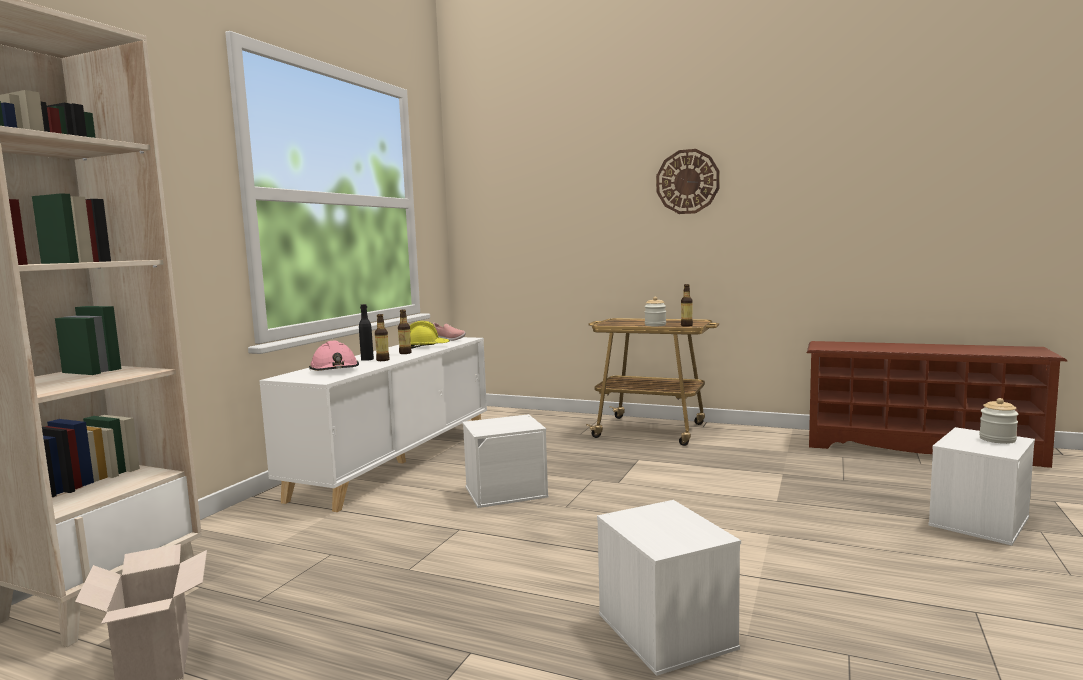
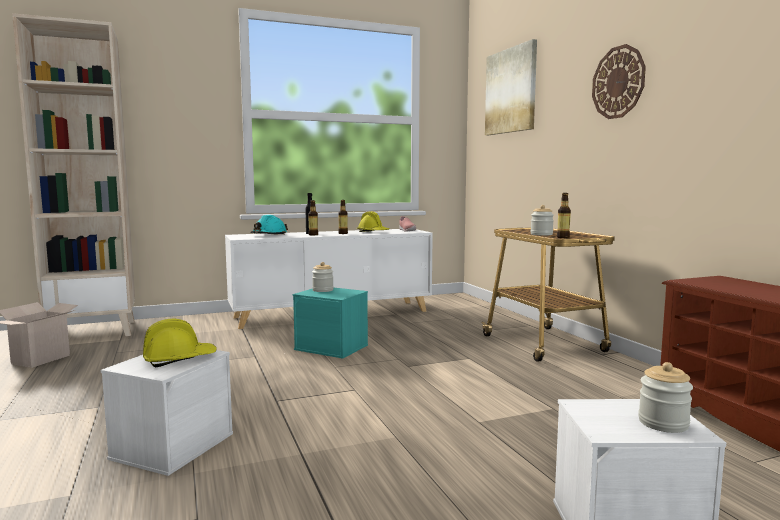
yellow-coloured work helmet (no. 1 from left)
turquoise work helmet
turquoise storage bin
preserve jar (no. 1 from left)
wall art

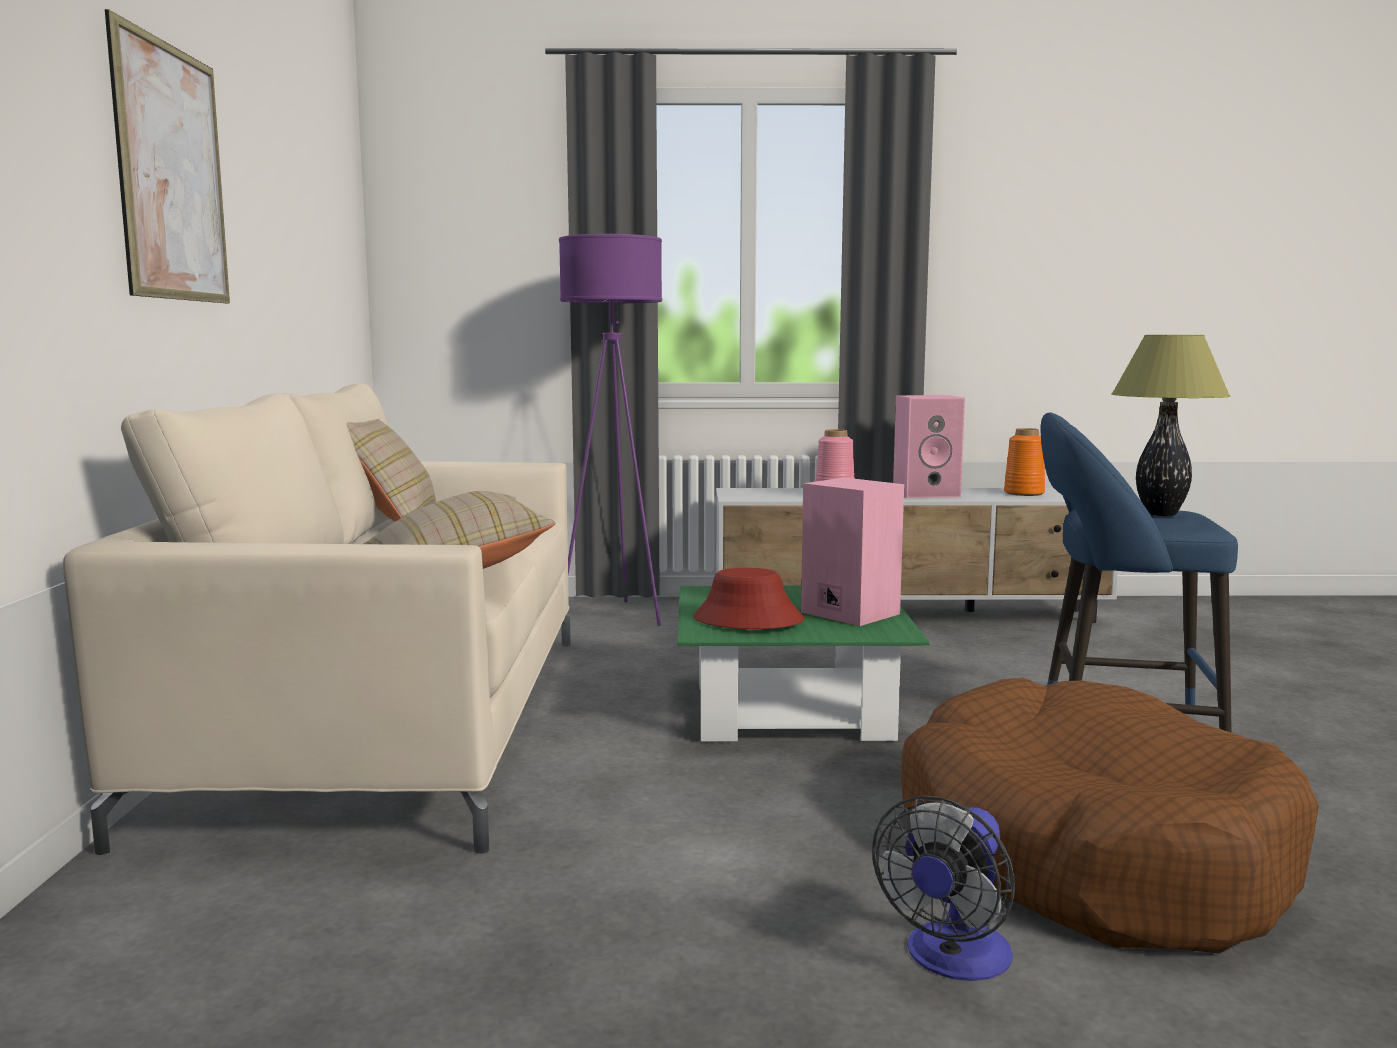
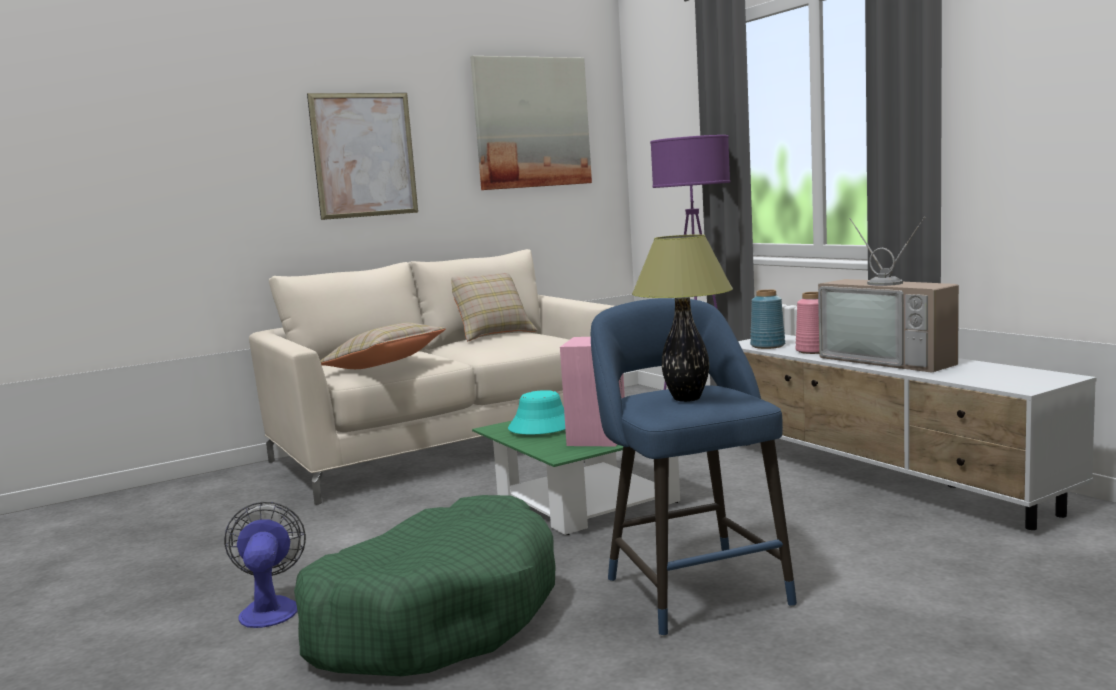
fan
greenish dog cushion
wall art (no. 2 from left)
turquoise wearable hat
bluish decorative vase
TV set
orange decorative vase

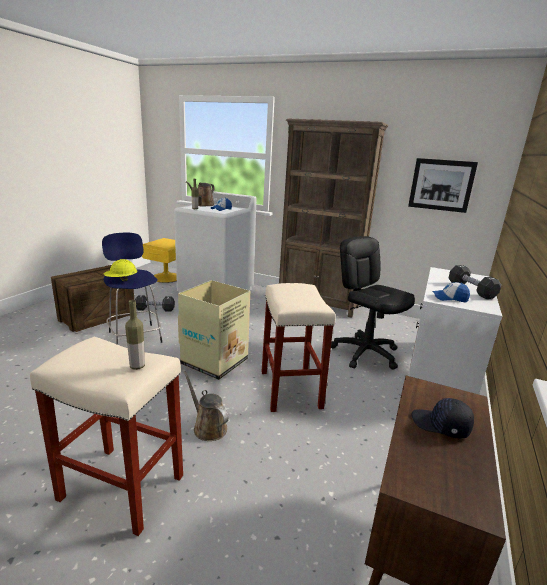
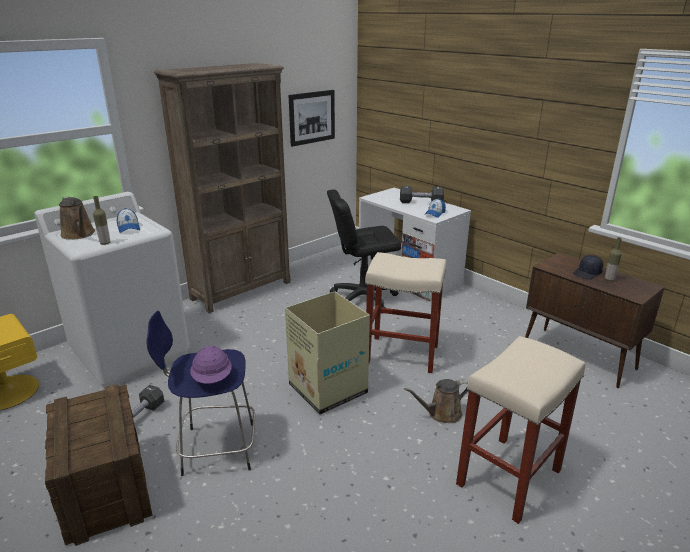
purplish work helmet
drink bottle (no. 2 from left)

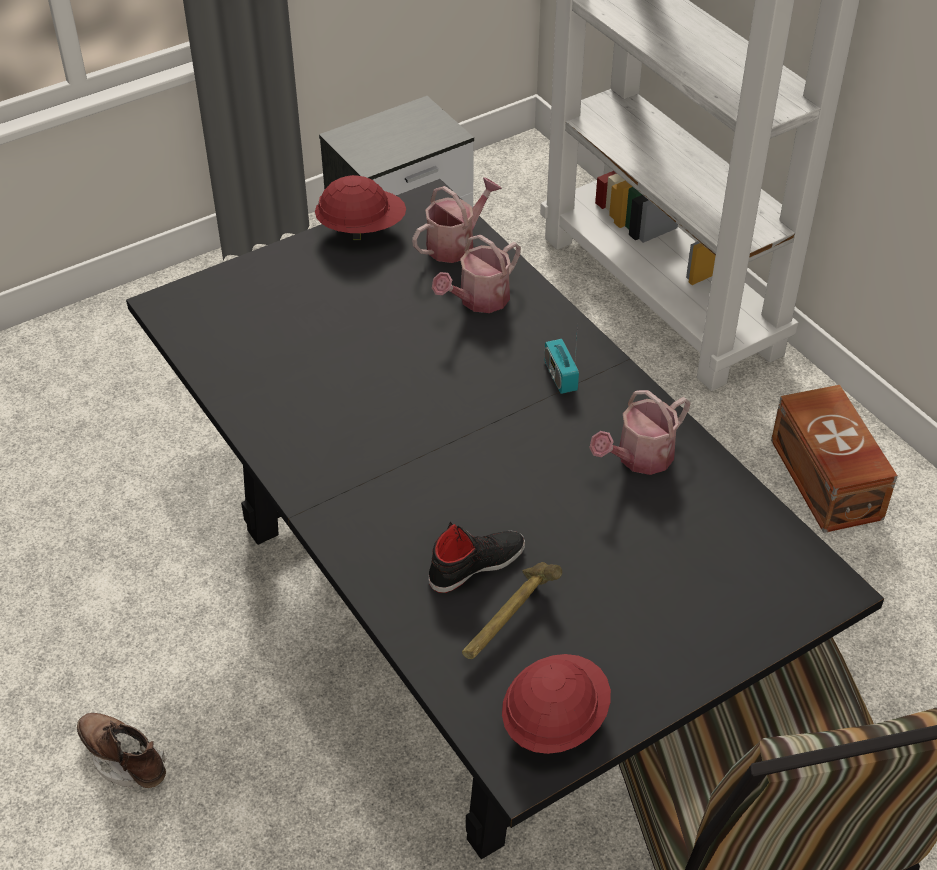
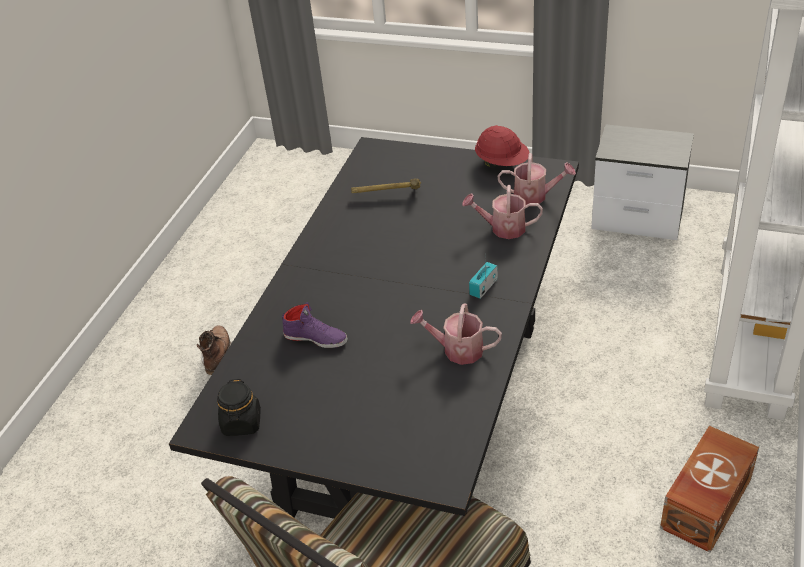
blackish preserve jar
purplish item of footwear
hammer

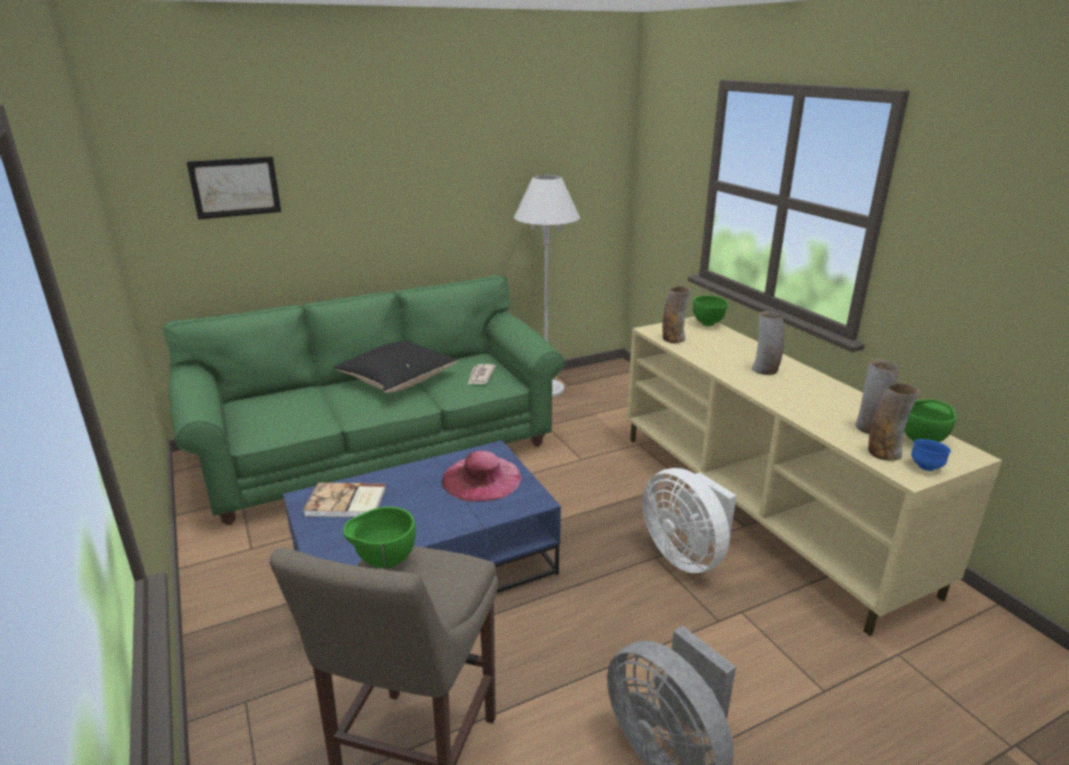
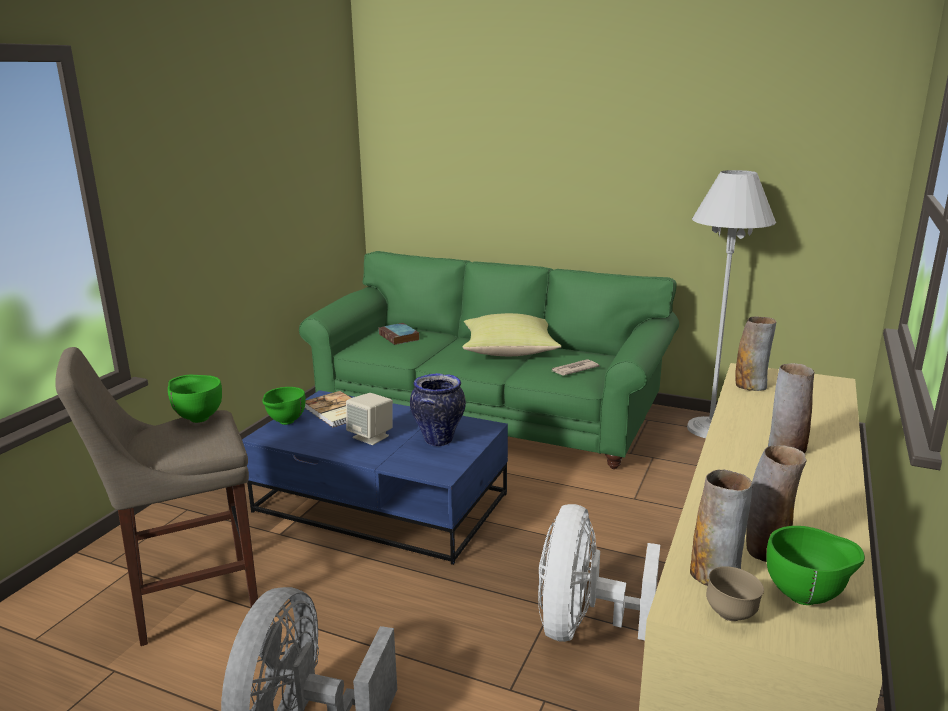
greenish deep dish (no. 2 from left)
sand-coloured loudspeaker
bound book (no. 2 from left)
decorative vase (no. 1 from left)
yellow-coloured cushion
brown deep dish
wall art

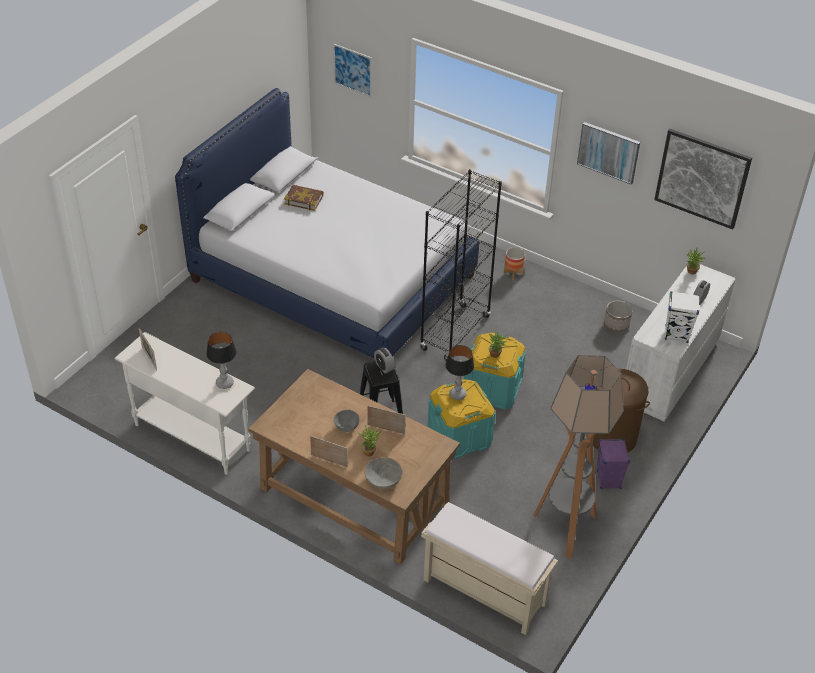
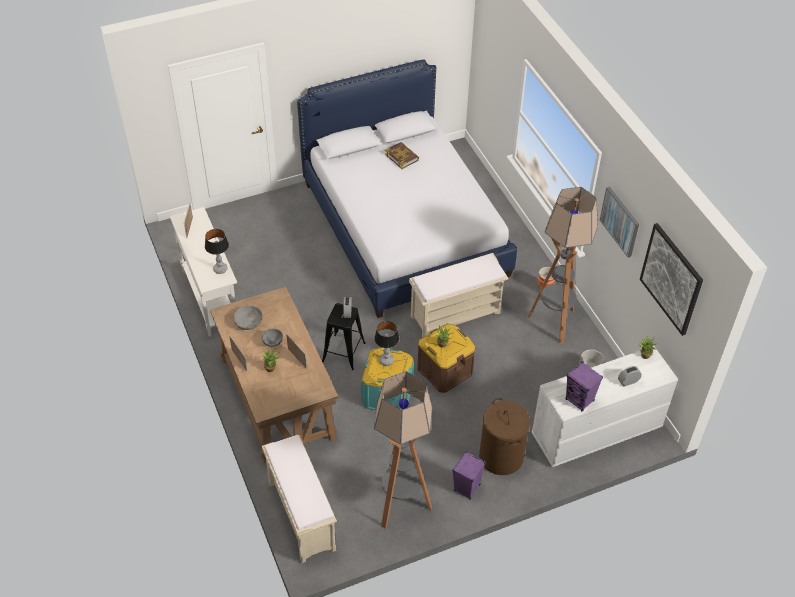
grey deep dish (no. 1 from left)
sand-coloured bench (no. 2 from left)
brown storage bin
floor lamp (no. 2 from left)
purplish loudspeaker (no. 2 from left)
wall art (no. 1 from left in the first image)

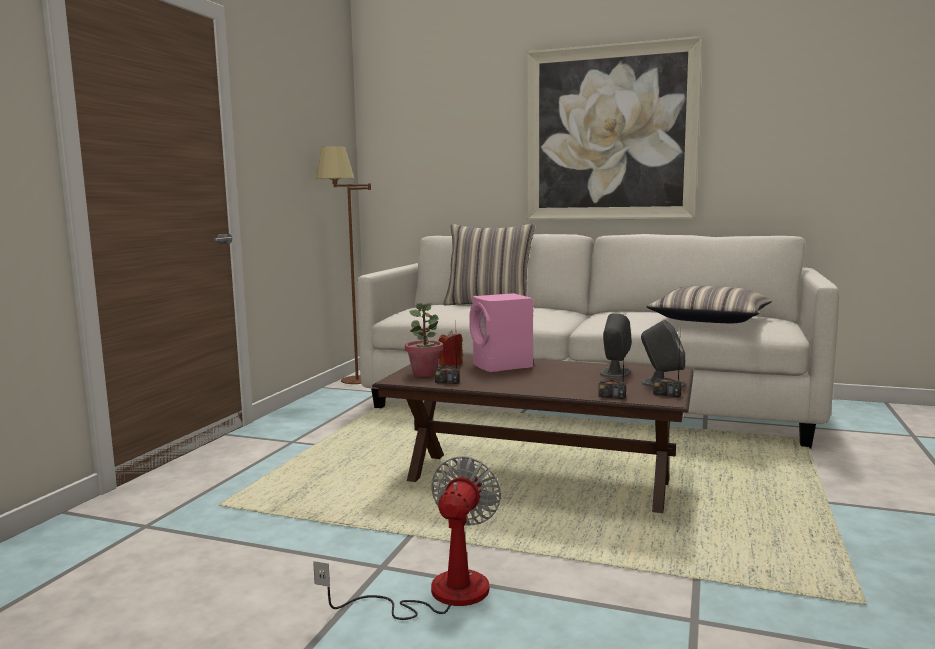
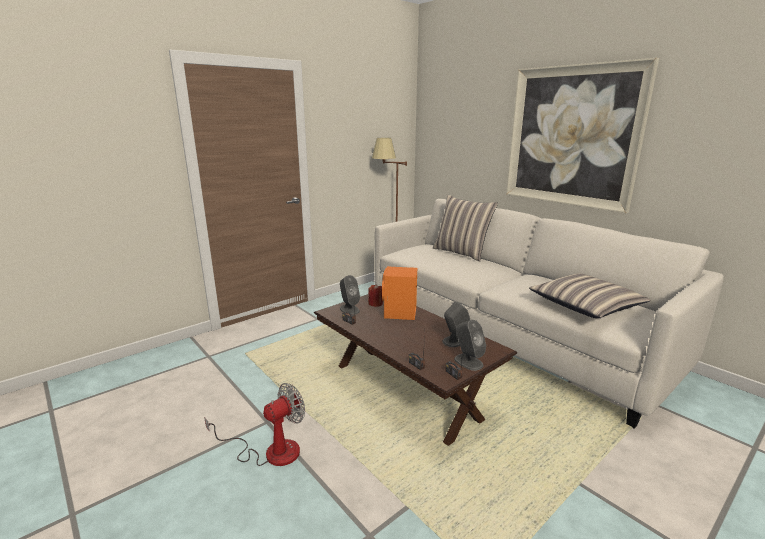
grey loudspeaker (no. 1 from left)
orange loudspeaker

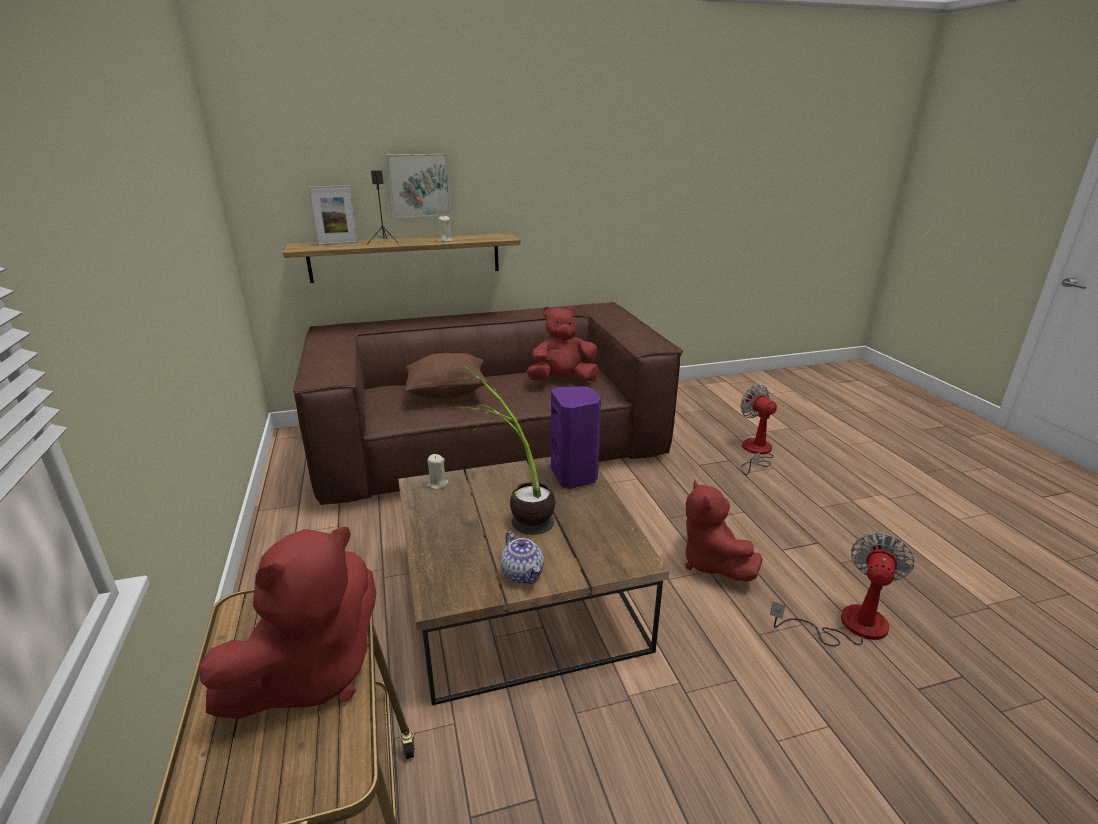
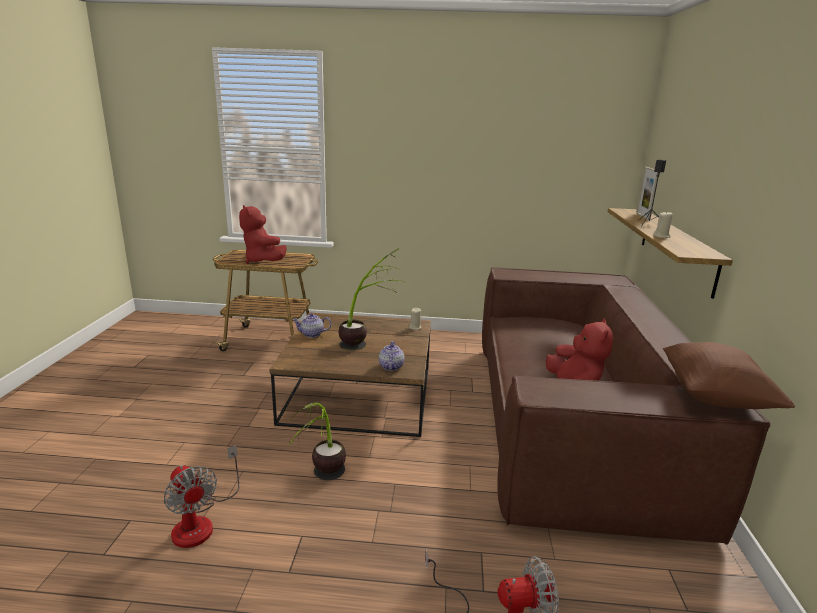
houseplant (no. 1 from left)
teapot (no. 2 from left)
brown cushion
wall art

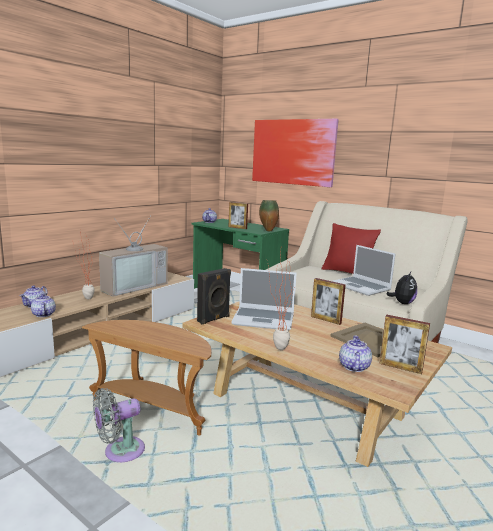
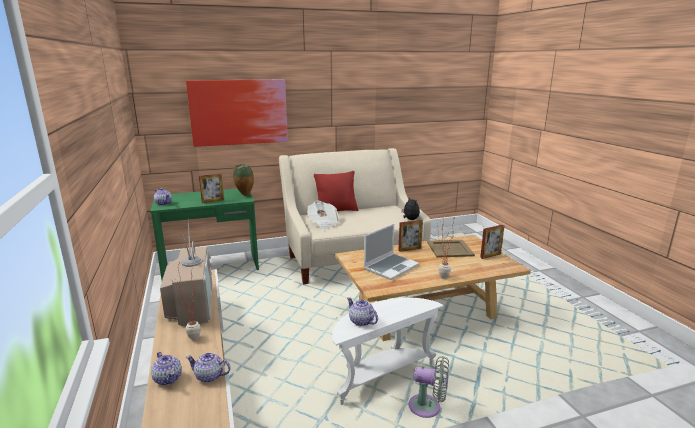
daily paper
white end table
teapot (no. 4 from left)
grey fan
blackish loudspeaker
portable computer (no. 2 from left in the first image)

